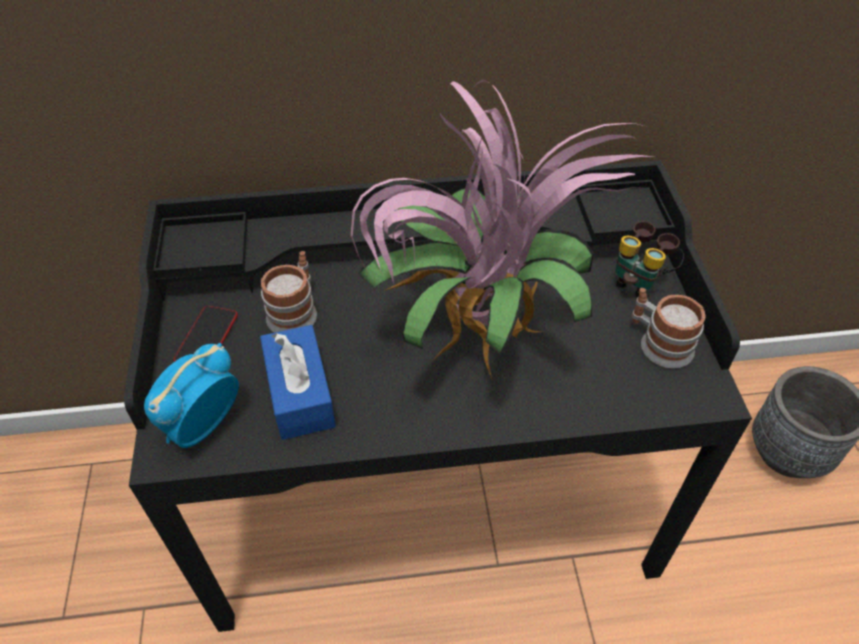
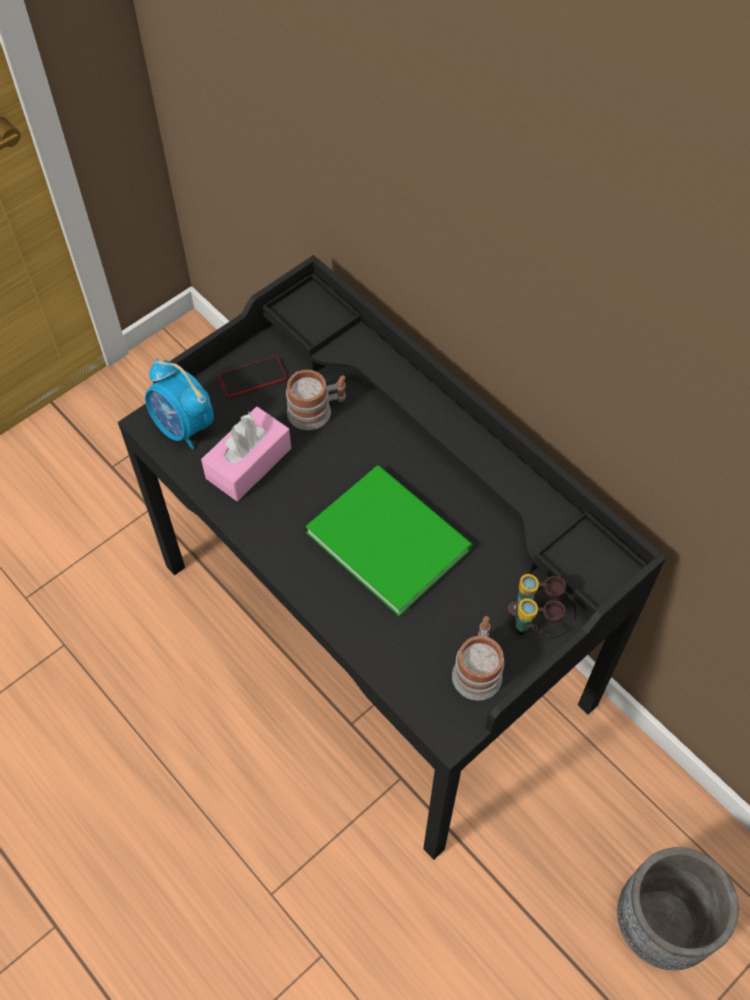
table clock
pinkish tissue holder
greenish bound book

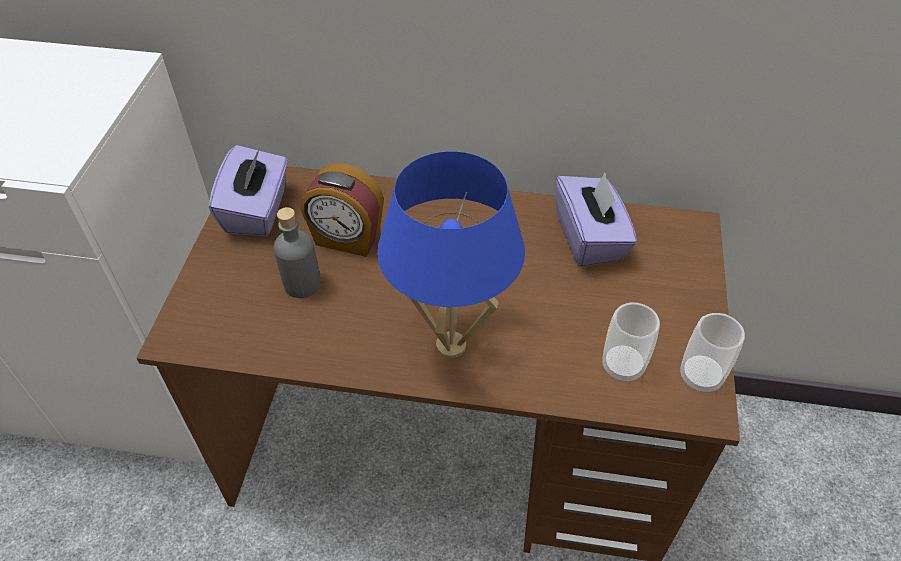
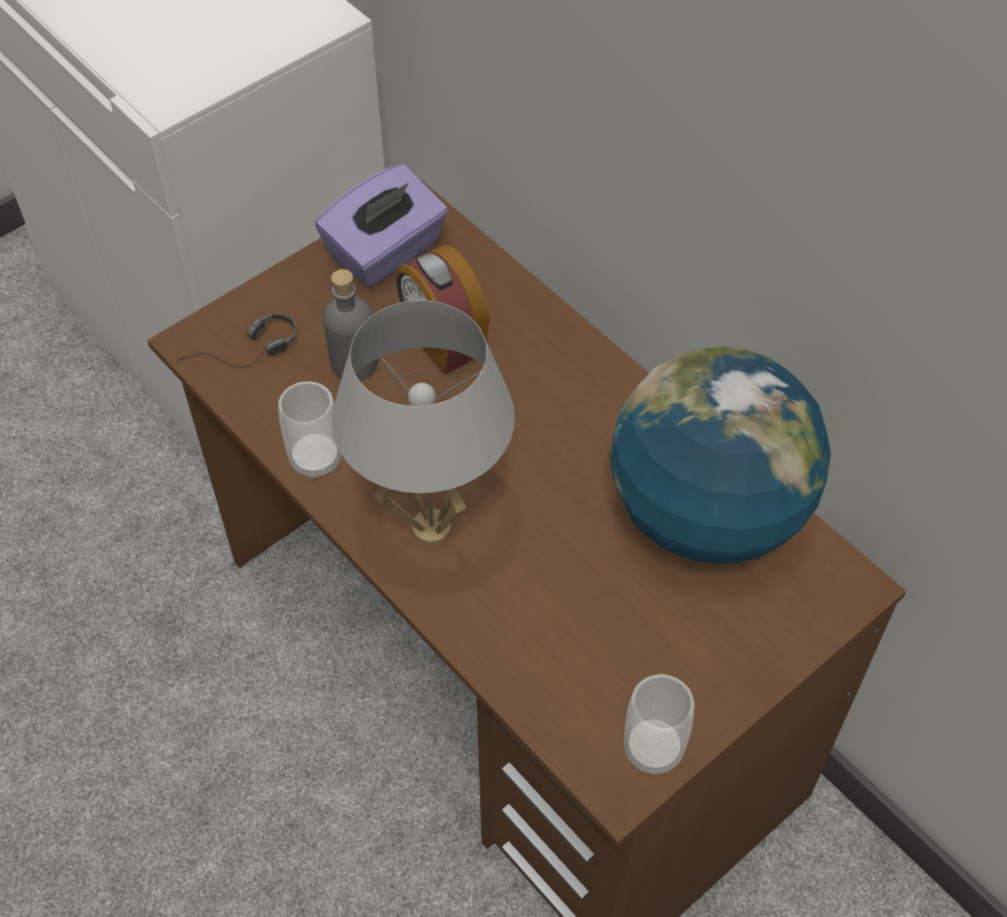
pair of headphones
drinking cup (no. 1 from left)
white tabletop lamp
world globe

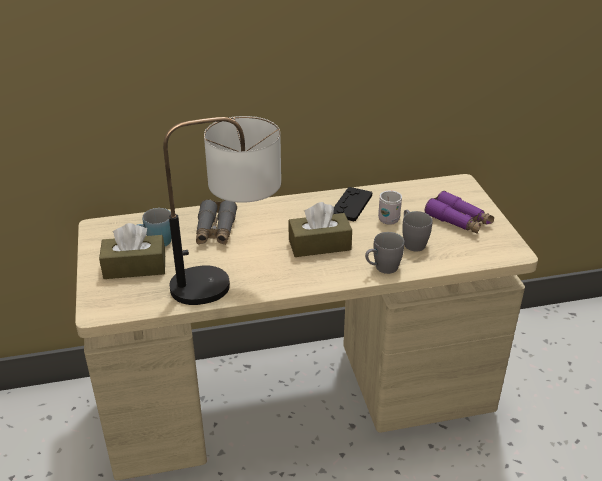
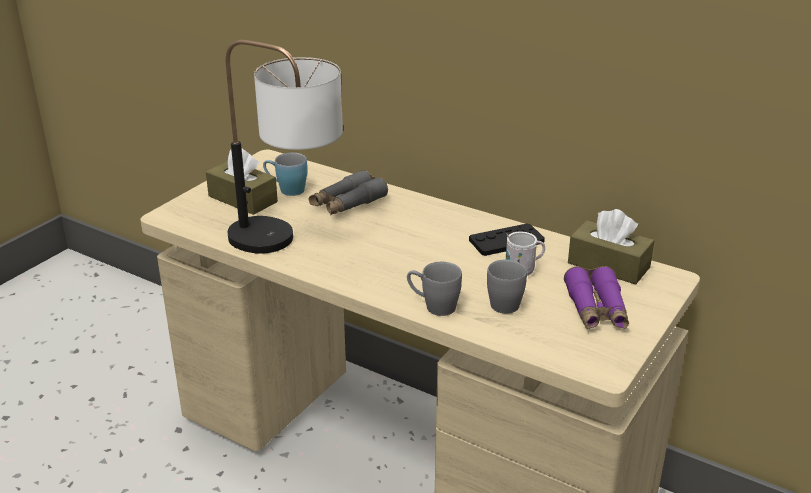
brown tissue holder (no. 2 from left)

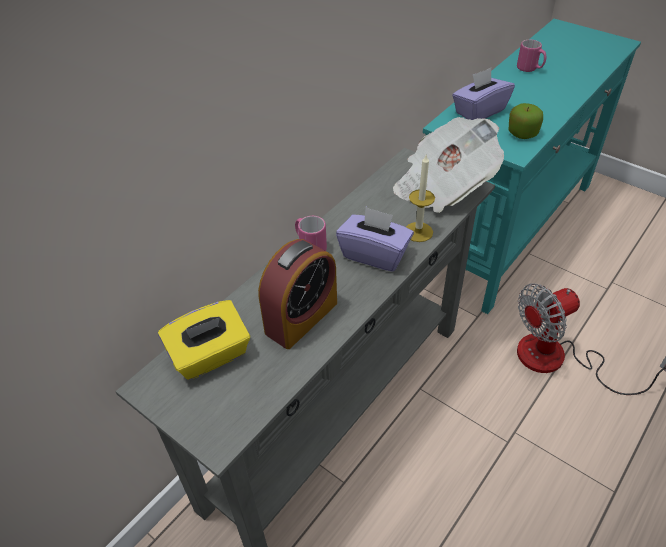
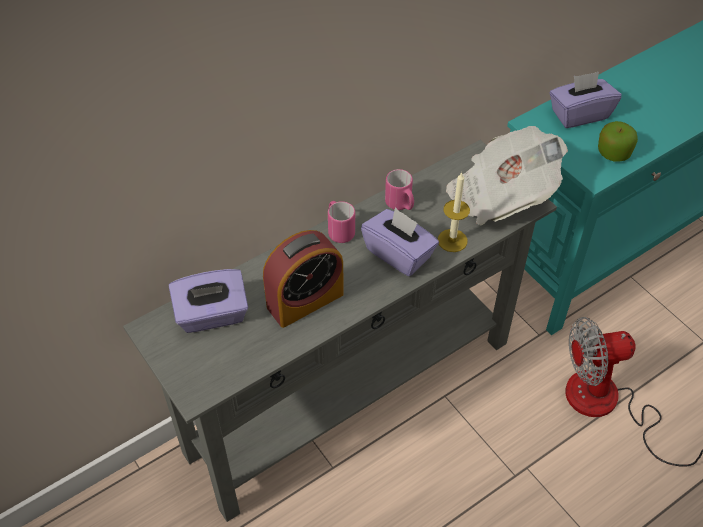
purplish tissue holder (no. 1 from left)
pinkish coffee mug (no. 2 from left)

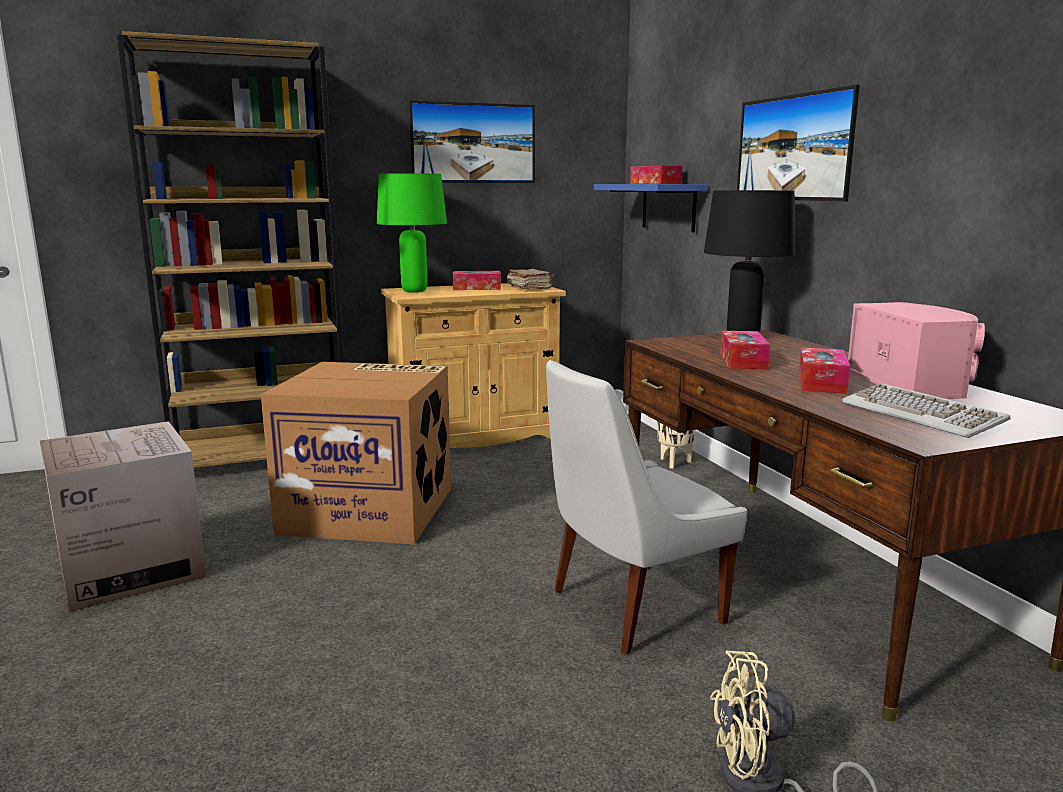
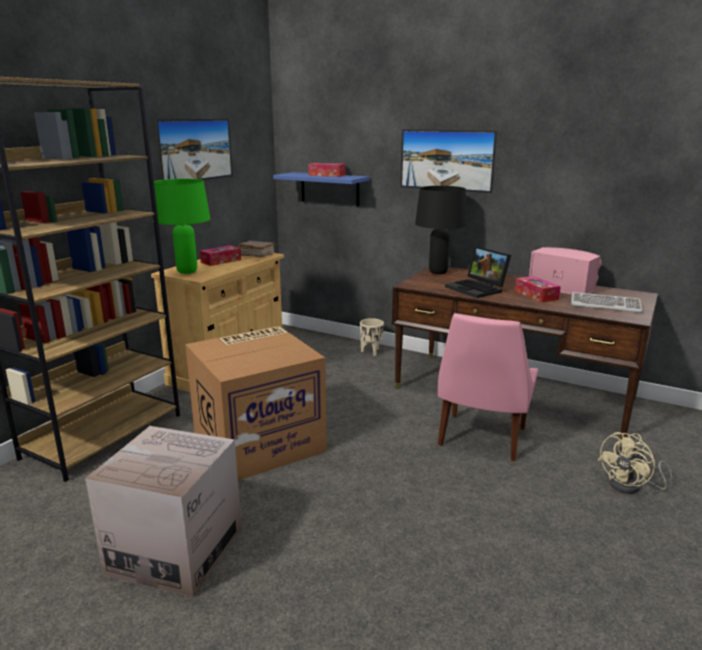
pinkish plain chair
portable computer

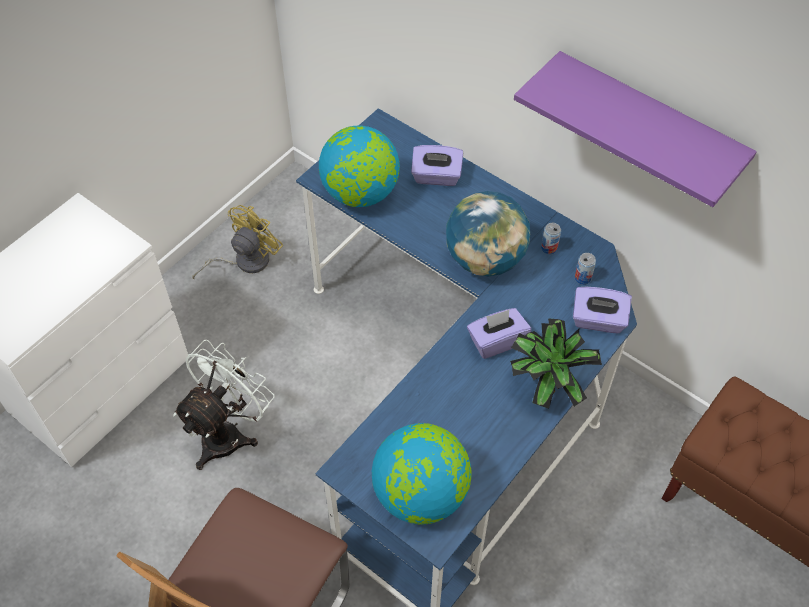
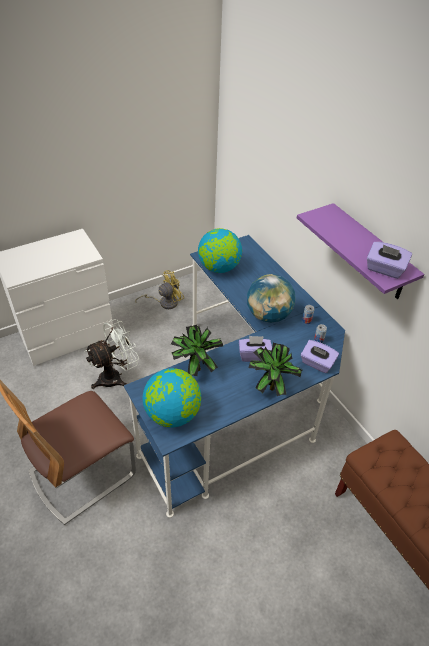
houseplant (no. 1 from left)
purplish tissue holder (no. 3 from left)

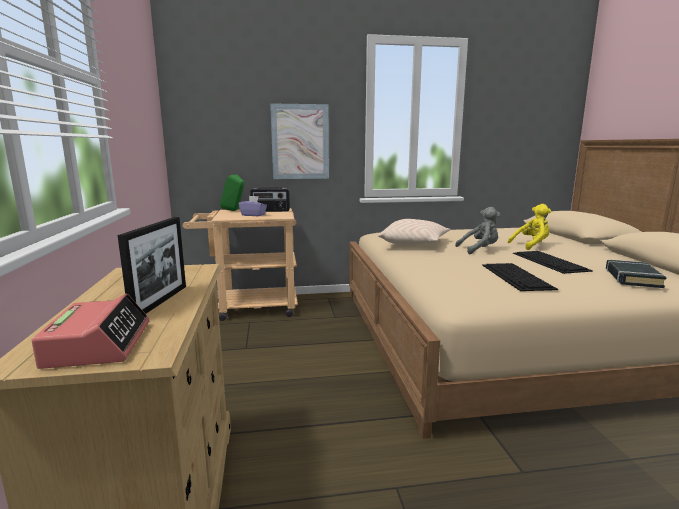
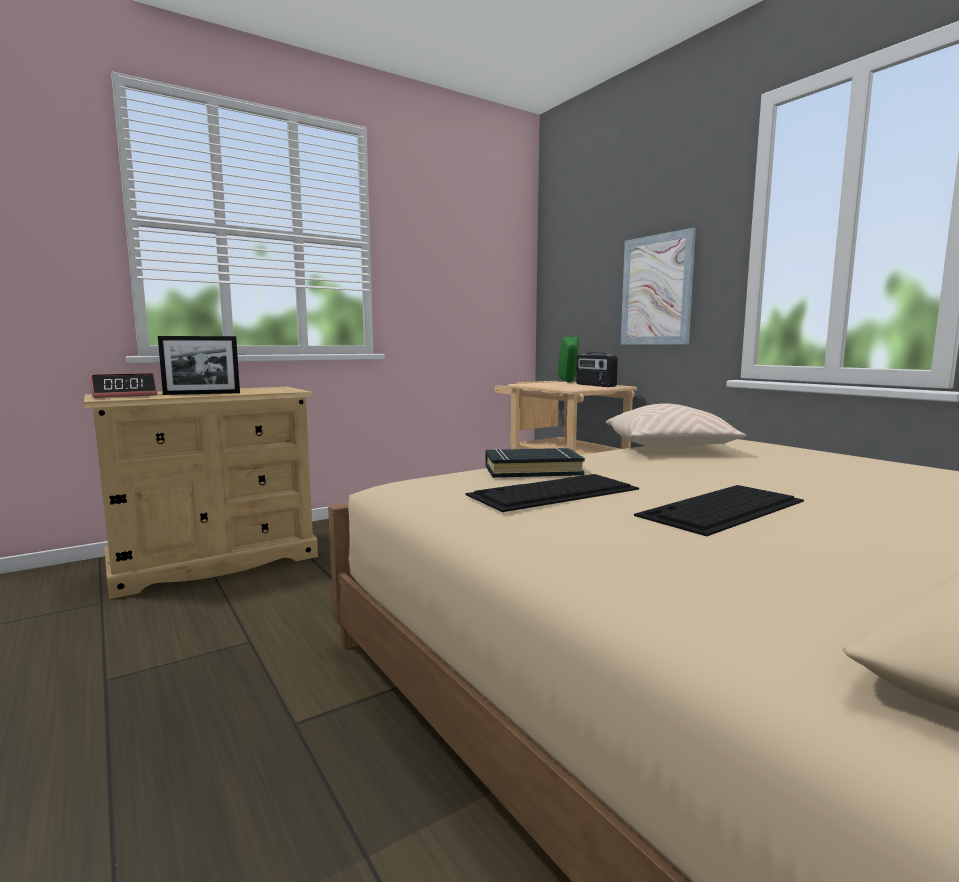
blackish bound book
purplish tissue holder
grey plush toy
yellow-coloured plush toy

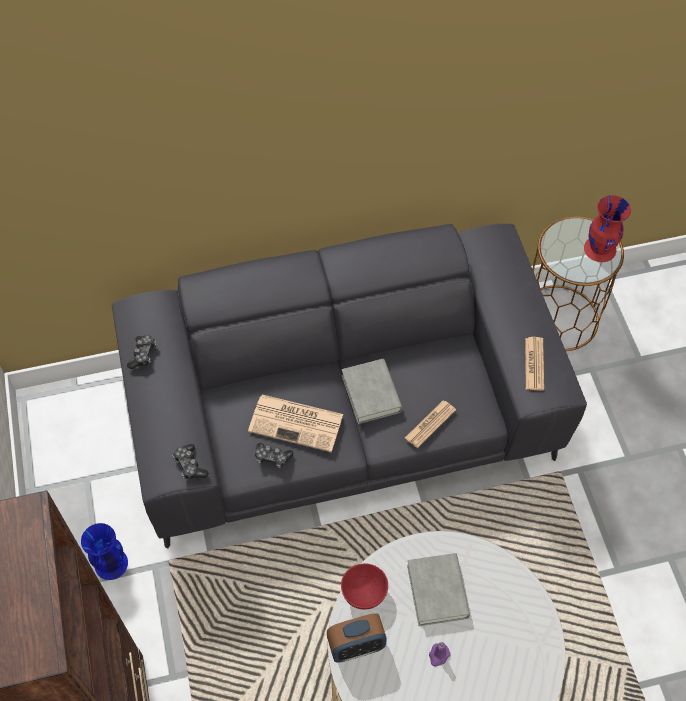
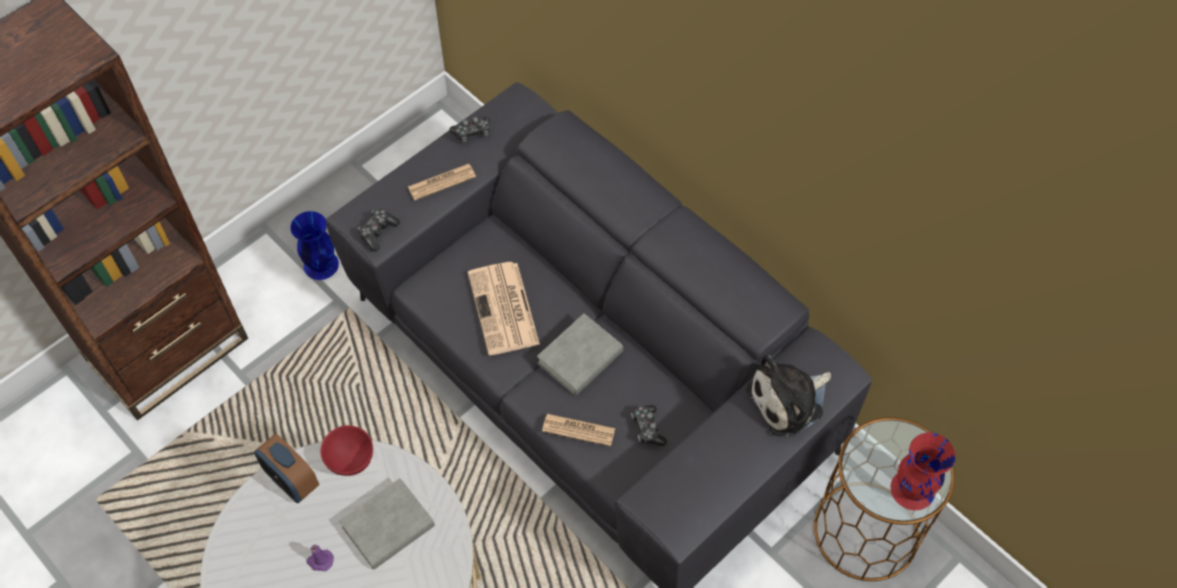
daily paper (no. 1 from left)
gamepad (no. 3 from left)
plush toy

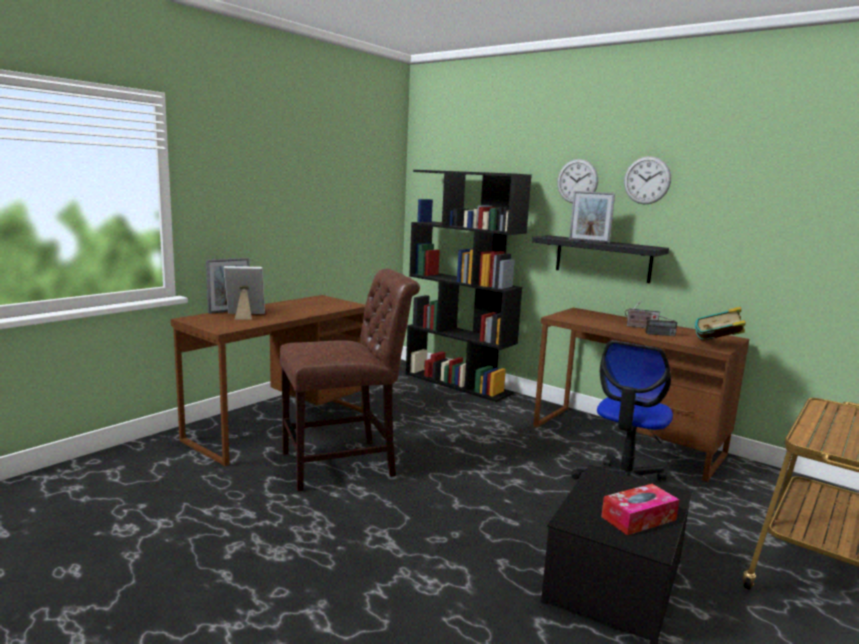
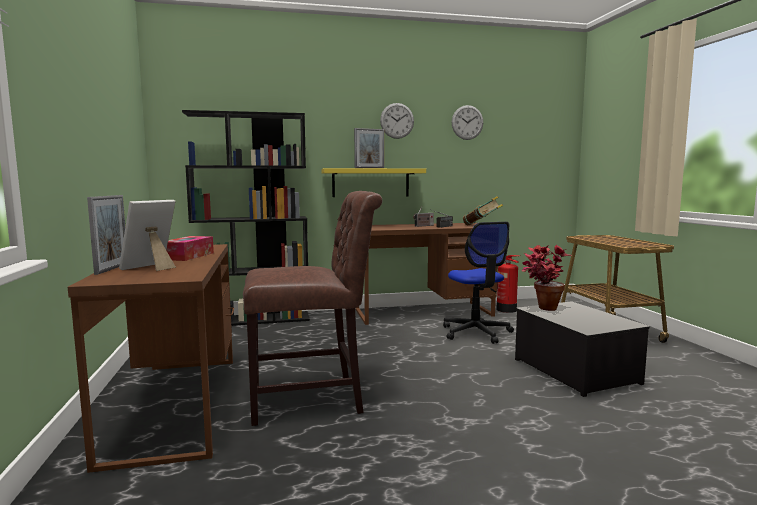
tissue holder
brown plain chair
yellow-coloured shelf
hanging clock (no. 2 from left)
fire-fighting cylinder
houseplant

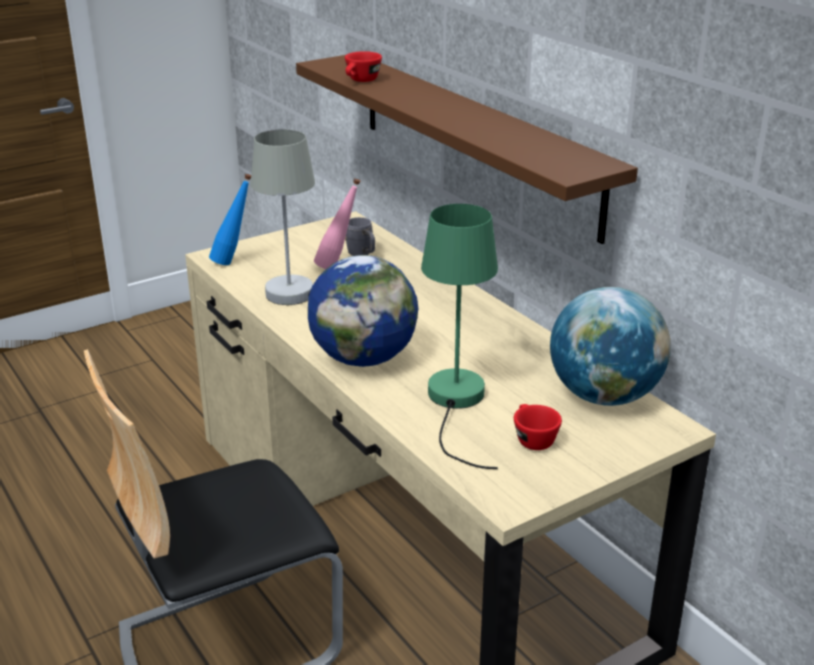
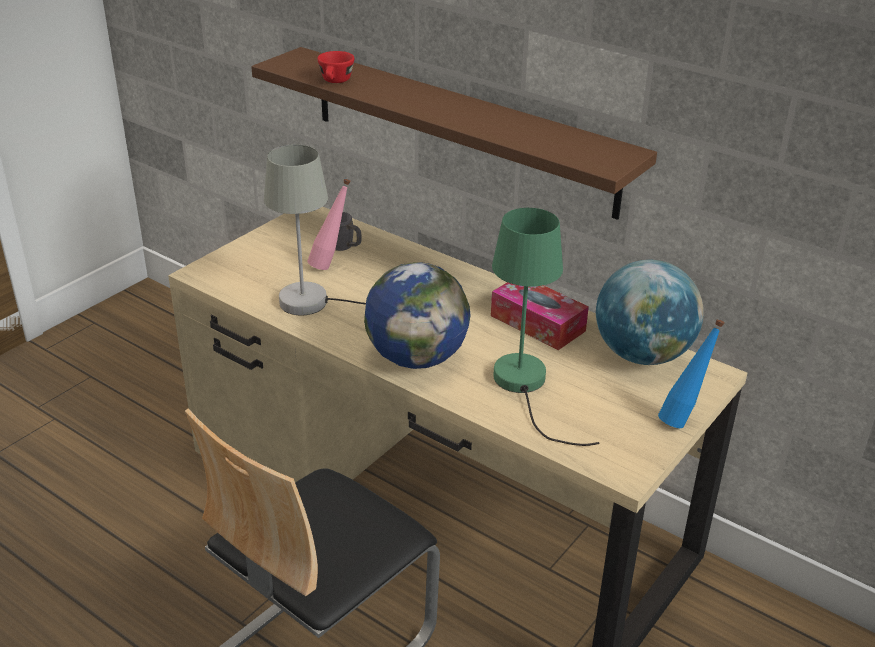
tissue holder
bluish drink bottle
red drinking cup (no. 2 from left in the first image)

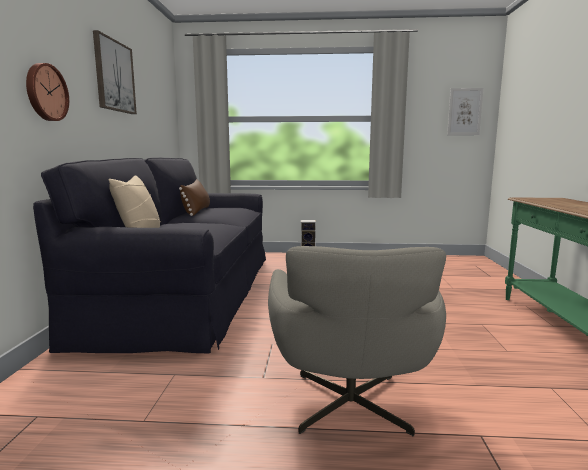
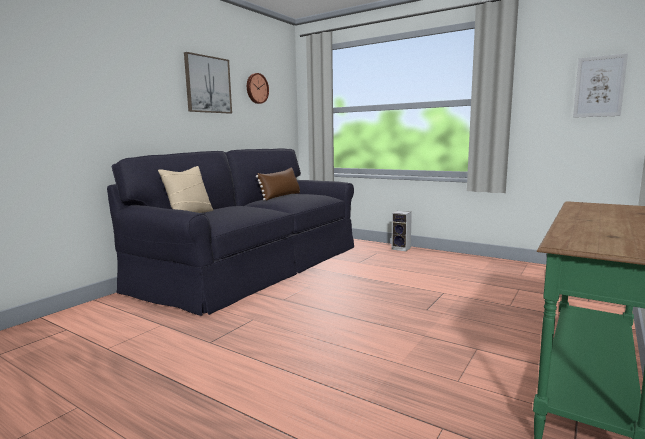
hanging clock
grey lounge chair

